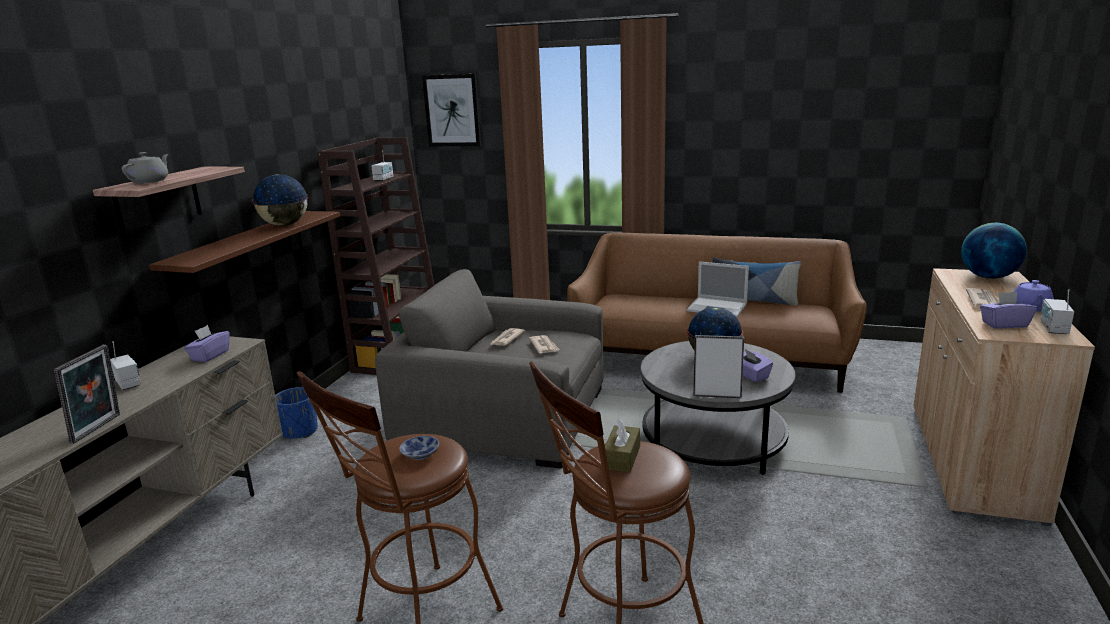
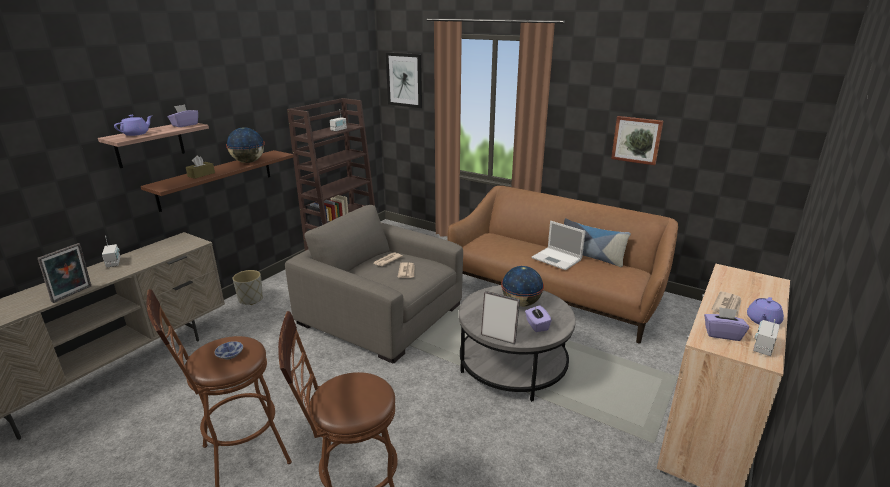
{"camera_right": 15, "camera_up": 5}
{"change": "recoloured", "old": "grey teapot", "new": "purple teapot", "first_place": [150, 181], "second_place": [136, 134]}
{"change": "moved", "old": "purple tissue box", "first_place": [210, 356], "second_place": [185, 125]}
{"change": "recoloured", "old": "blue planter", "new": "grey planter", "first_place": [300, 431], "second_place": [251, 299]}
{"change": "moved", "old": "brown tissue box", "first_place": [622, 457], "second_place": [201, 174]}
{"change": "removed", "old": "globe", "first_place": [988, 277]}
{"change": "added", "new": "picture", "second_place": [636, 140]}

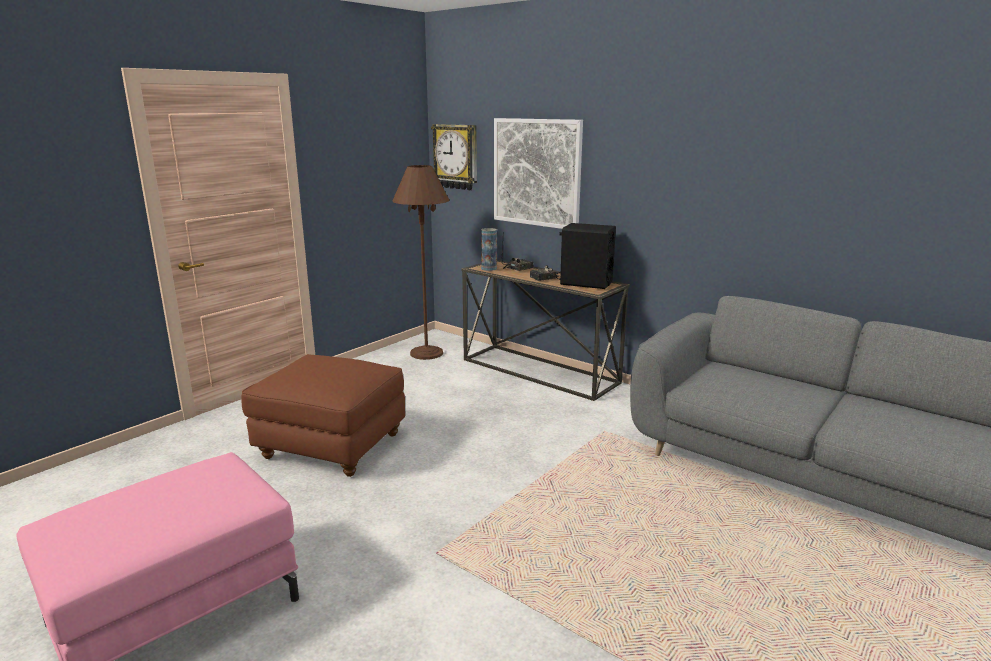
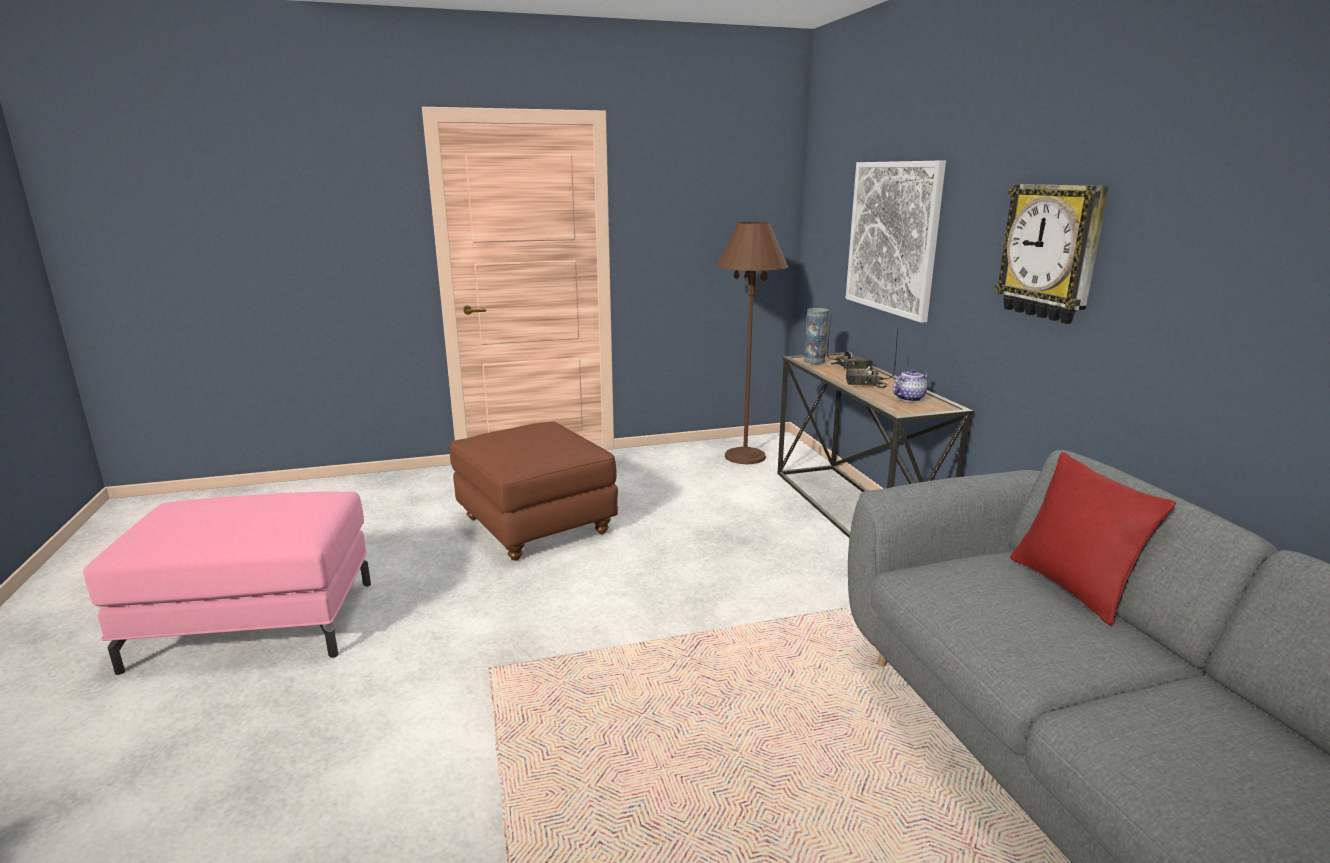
{"camera_right": 35, "camera_up": 0}
{"change": "moved", "old": "wall clock", "first_place": [456, 156], "second_place": [1051, 252]}
{"change": "replaced", "old": "black speaker", "new": "teapot", "first_place": [586, 283], "second_place": [909, 398]}
{"change": "added", "new": "red pillow", "second_place": [1071, 587]}

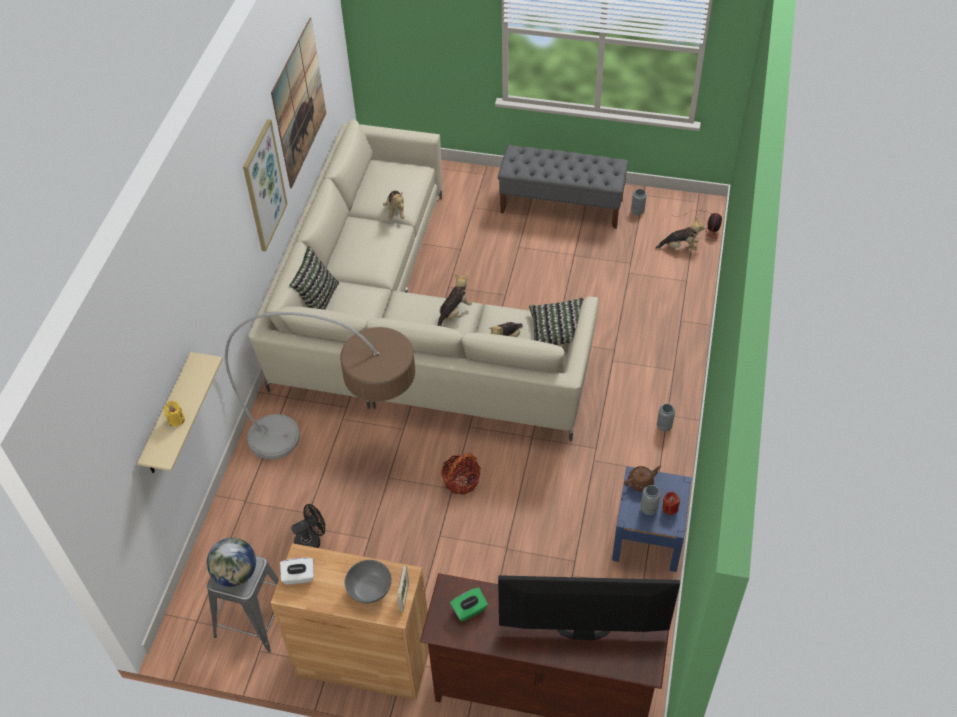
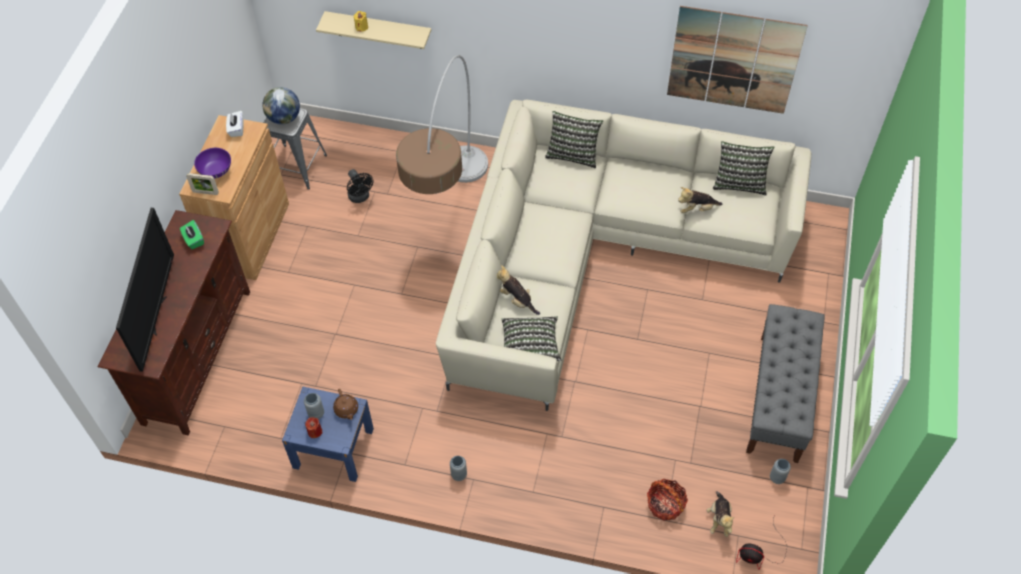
{"camera_right": 90, "camera_up": 5}
{"change": "removed", "old": "picture", "first_place": [263, 186]}
{"change": "recoloured", "old": "grey bowl", "new": "purple bowl", "first_place": [369, 590], "second_place": [216, 171]}
{"change": "removed", "old": "plush toy", "first_place": [454, 313]}
{"change": "moved", "old": "basket", "first_place": [461, 480], "second_place": [665, 504]}
{"change": "added", "new": "pillow", "second_place": [739, 182]}

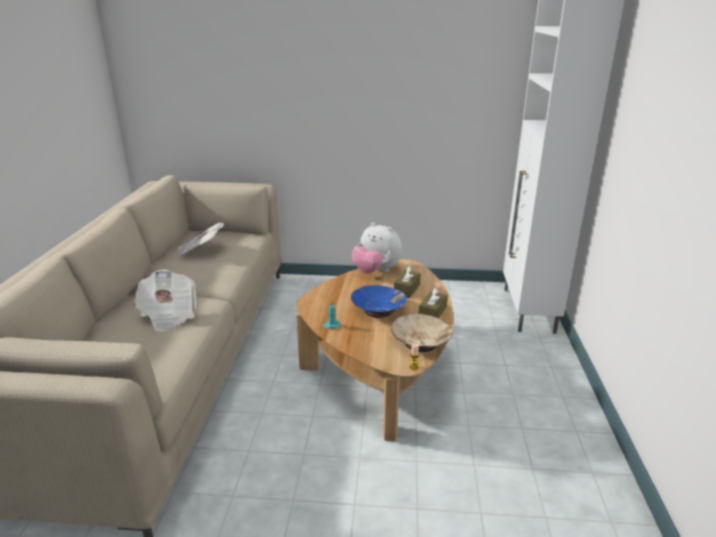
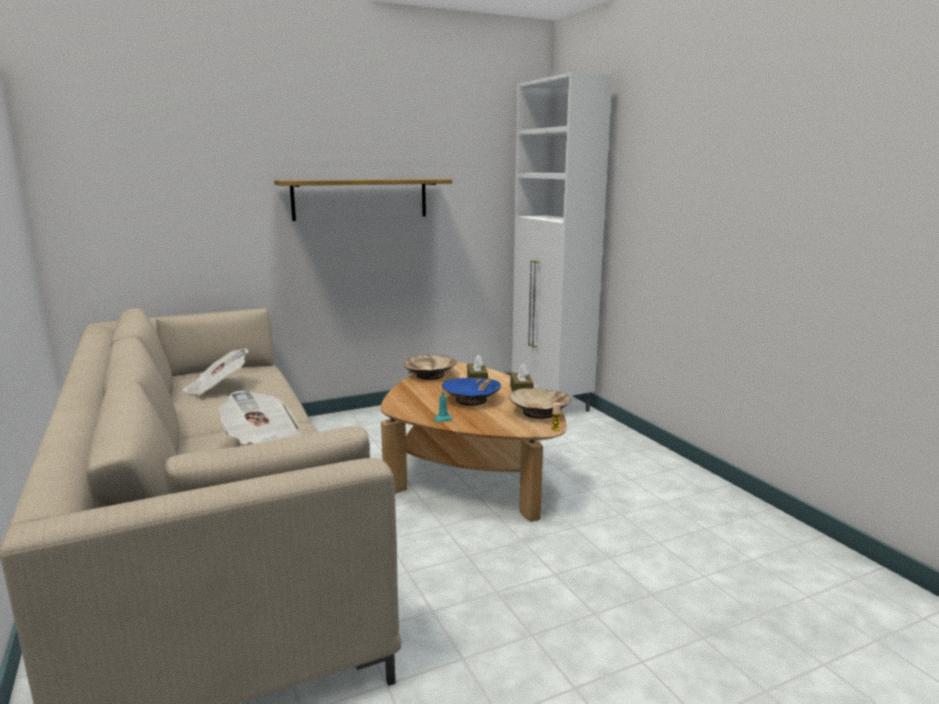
{"camera_right": -30, "camera_up": -10}
{"change": "replaced", "old": "plush toy", "new": "beige bowl", "first_place": [376, 271], "second_place": [430, 375]}
{"change": "added", "new": "shelf", "second_place": [360, 199]}

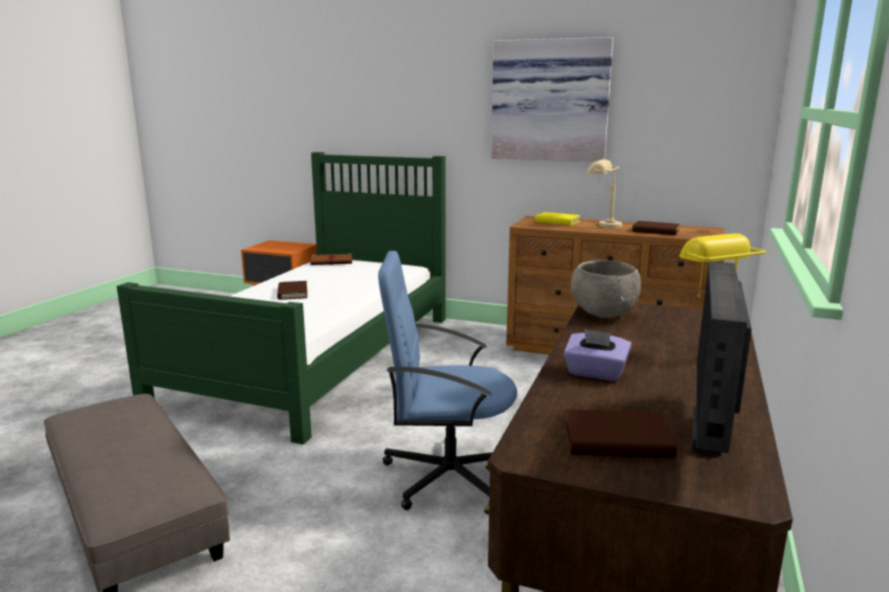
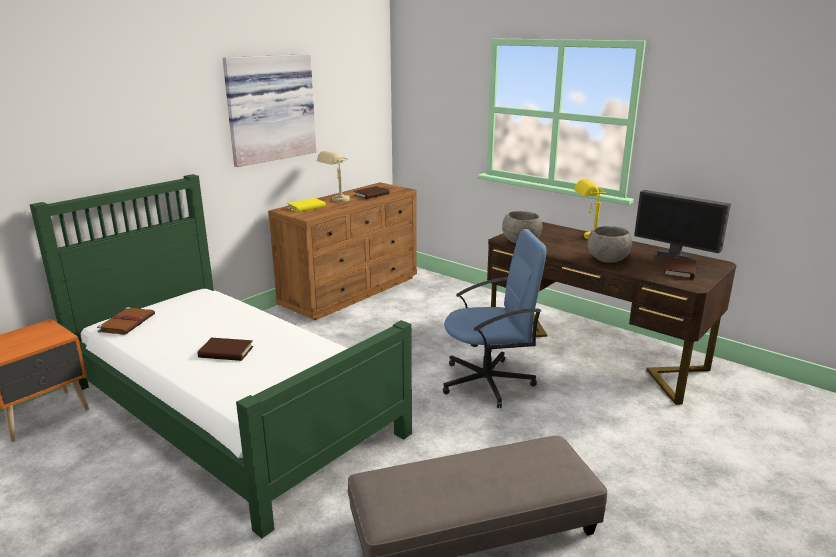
{"camera_right": -70, "camera_up": 5}
{"change": "turned", "old": "blue office chair", "first_place": [447, 475], "second_place": [488, 382], "degrees": -120}
{"change": "replaced", "old": "purple tissue box", "new": "grey bowl", "first_place": [595, 373], "second_place": [607, 260]}

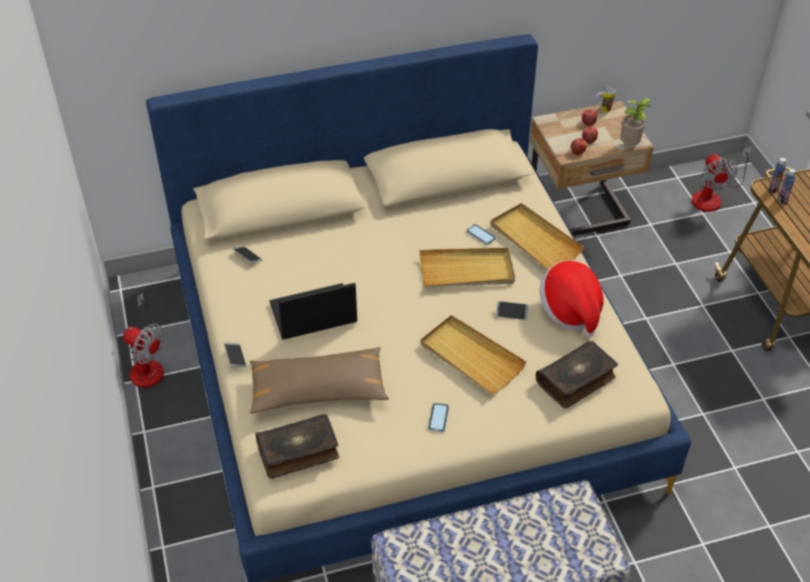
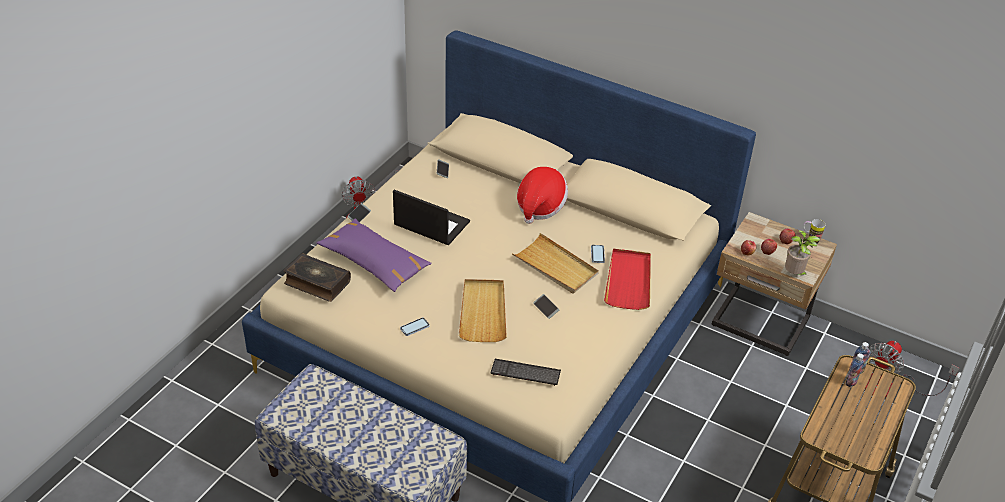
{"camera_right": 45, "camera_up": -5}
{"change": "recoloured", "old": "brown pillow", "new": "purple pillow", "first_place": [318, 389], "second_place": [374, 262]}
{"change": "recoloured", "old": "beige tray", "new": "red tray", "first_place": [534, 240], "second_place": [628, 281]}
{"change": "replaced", "old": "book", "new": "keyboard", "first_place": [576, 380], "second_place": [525, 373]}
{"change": "moved", "old": "hat", "first_place": [570, 310], "second_place": [540, 206]}

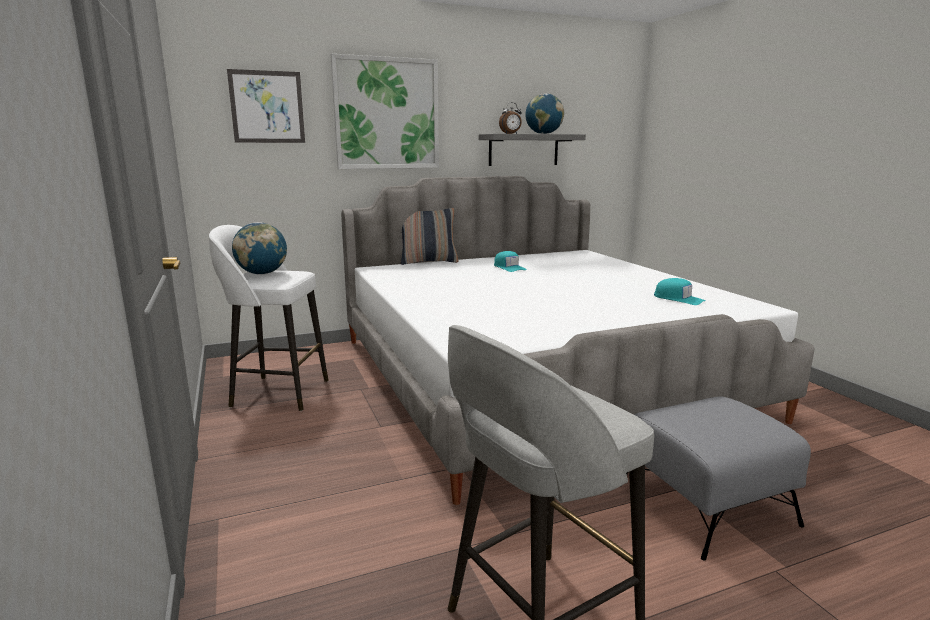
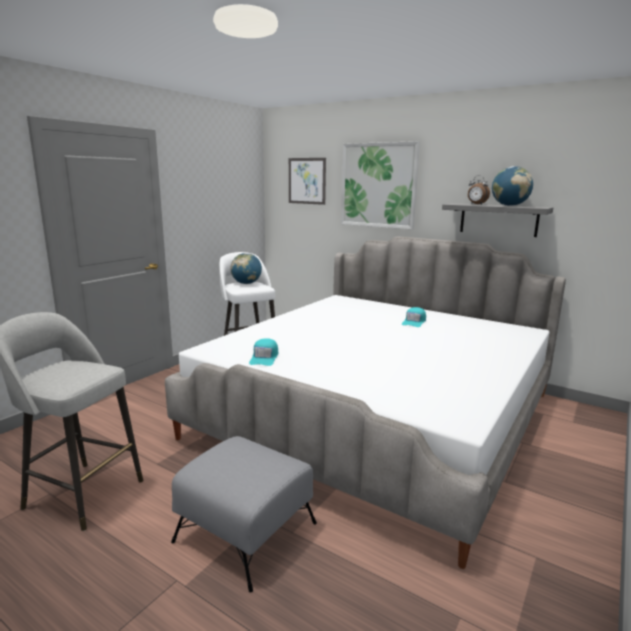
{"camera_right": 55, "camera_up": 0}
{"change": "removed", "old": "pillow", "first_place": [428, 262]}
{"change": "moved", "old": "turquoise cap", "first_place": [678, 299], "second_place": [264, 358]}

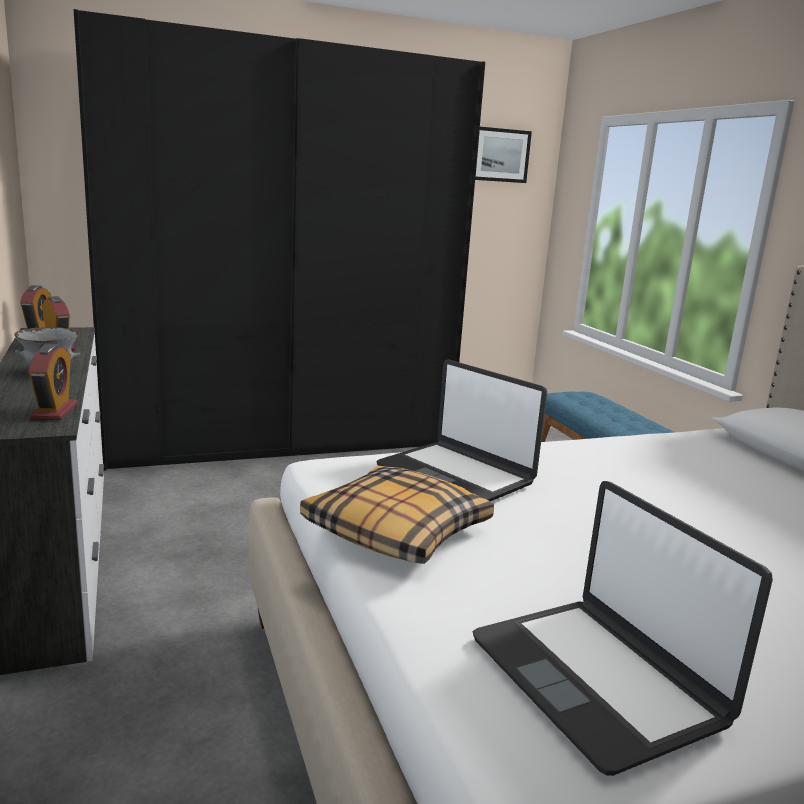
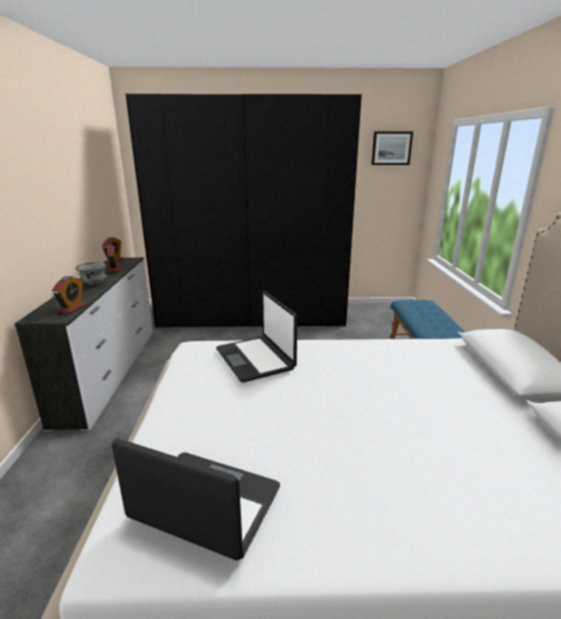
{"camera_right": 20, "camera_up": 5}
{"change": "removed", "old": "pillow", "first_place": [395, 531]}
{"change": "turned", "old": "laptop", "first_place": [597, 679], "second_place": [205, 505], "degrees": 120}

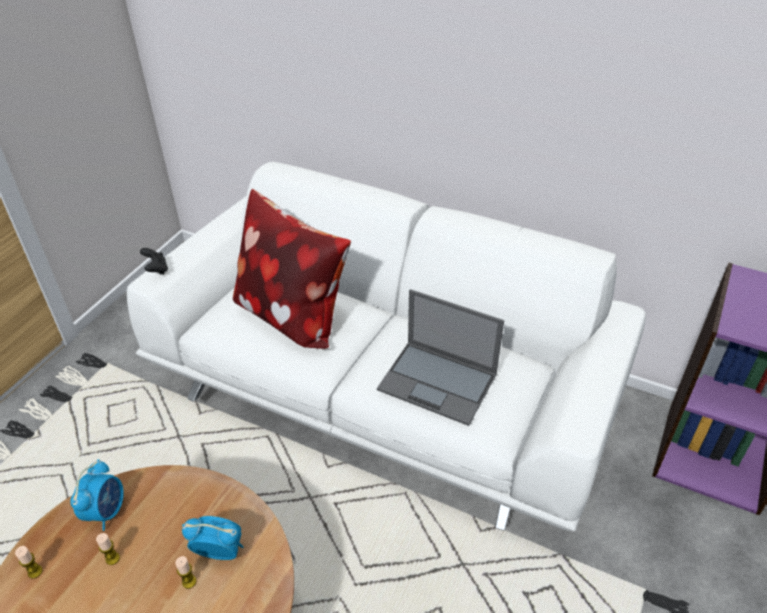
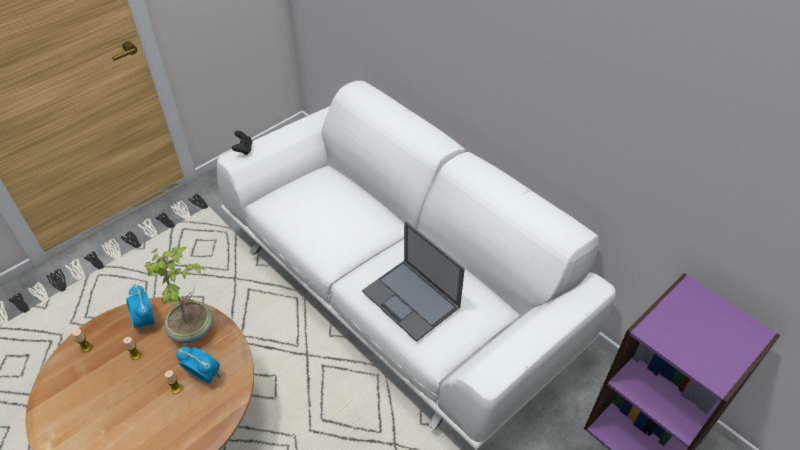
{"camera_right": 20, "camera_up": 5}
{"change": "turned", "old": "alarm clock", "first_place": [106, 511], "second_place": [145, 321], "degrees": 120}
{"change": "removed", "old": "pillow", "first_place": [292, 314]}
{"change": "added", "new": "potted plant", "second_place": [193, 329]}

